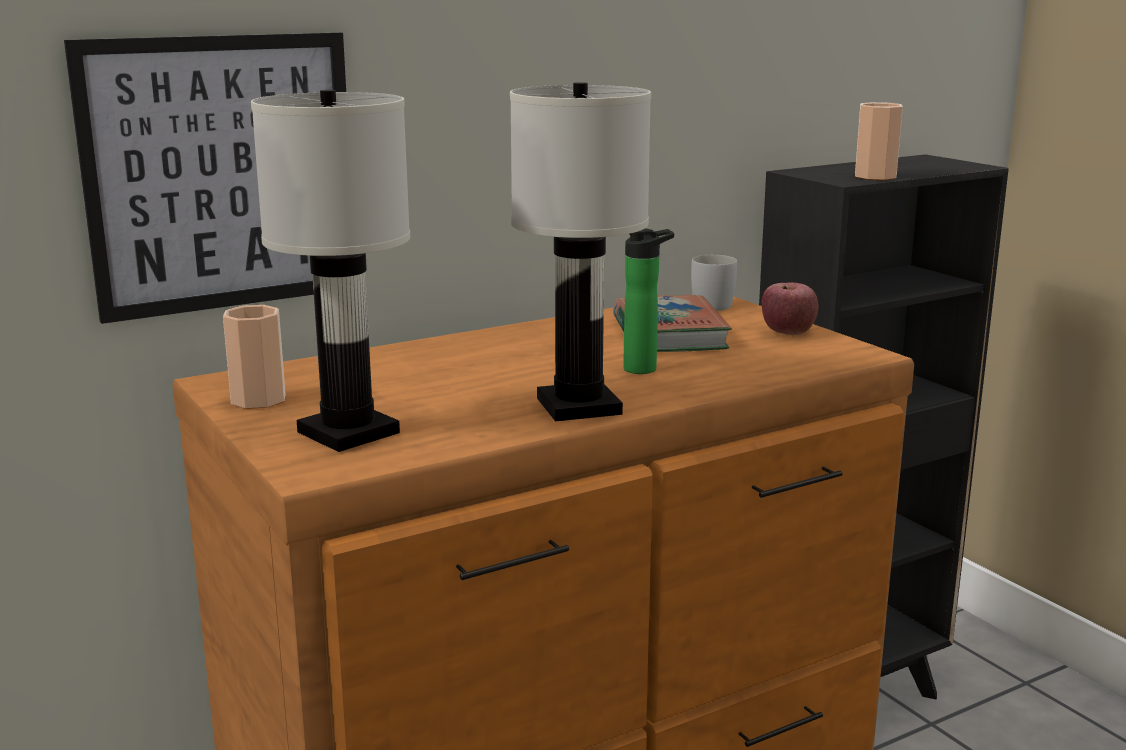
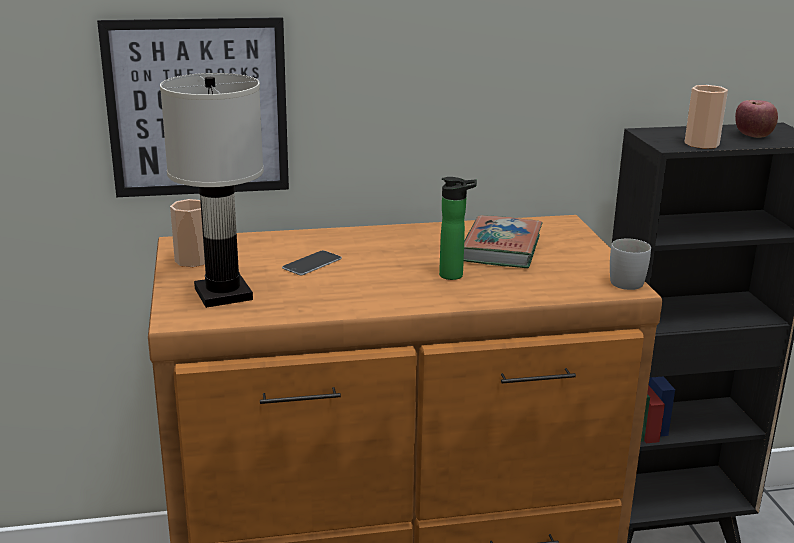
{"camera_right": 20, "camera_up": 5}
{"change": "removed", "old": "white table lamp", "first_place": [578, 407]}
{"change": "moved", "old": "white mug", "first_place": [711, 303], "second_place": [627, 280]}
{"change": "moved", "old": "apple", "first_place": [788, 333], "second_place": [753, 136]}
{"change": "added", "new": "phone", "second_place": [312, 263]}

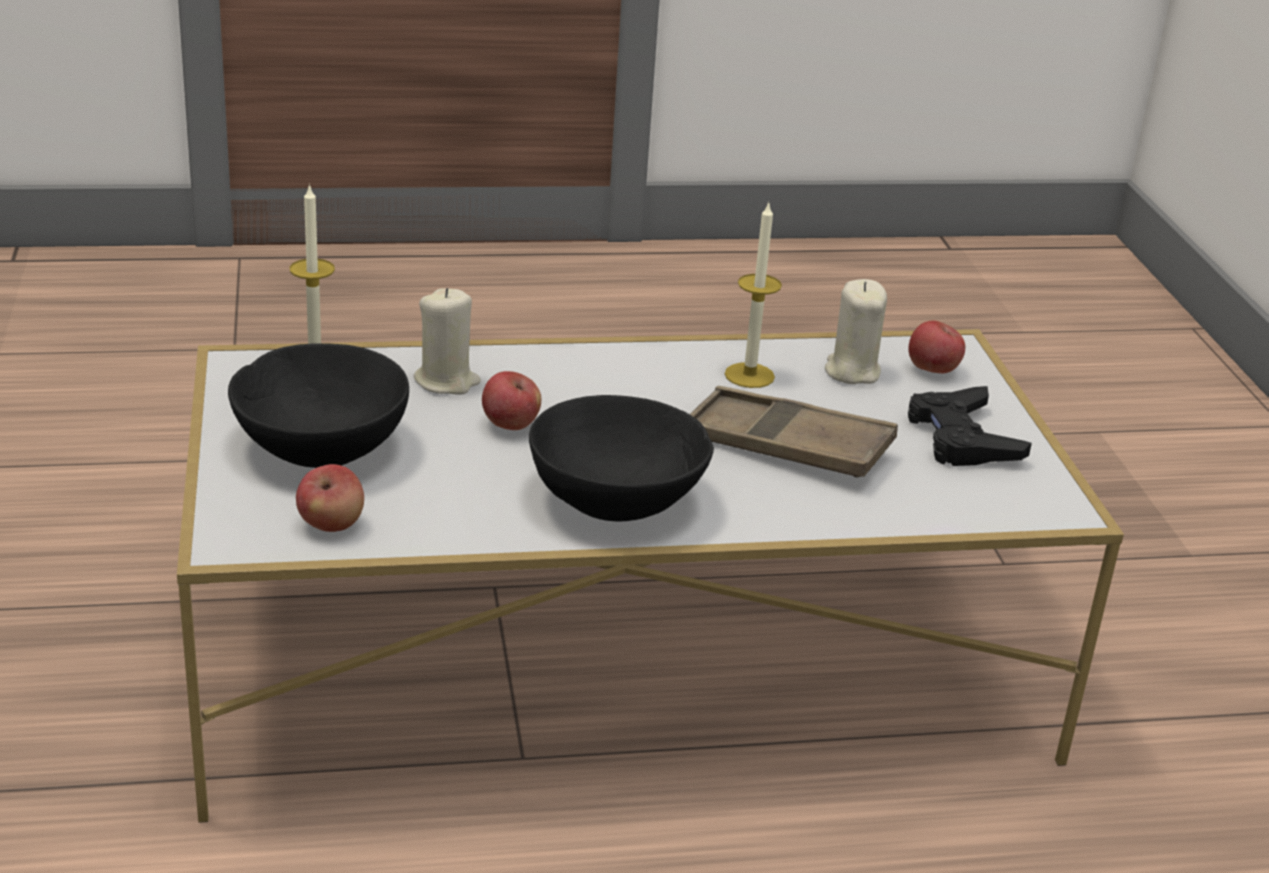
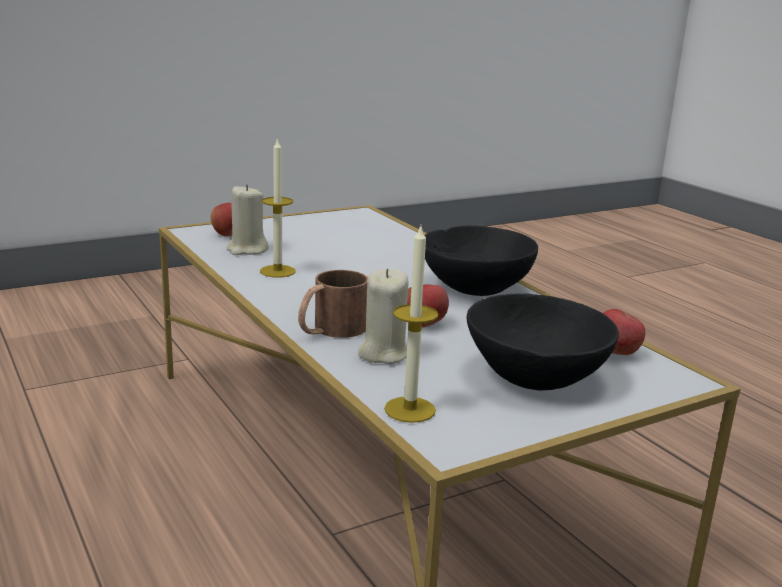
{"camera_right": -110, "camera_up": -10}
{"change": "removed", "old": "brown tray", "first_place": [786, 445]}
{"change": "removed", "old": "black game controller", "first_place": [962, 438]}
{"change": "added", "new": "brown mug", "second_place": [330, 330]}

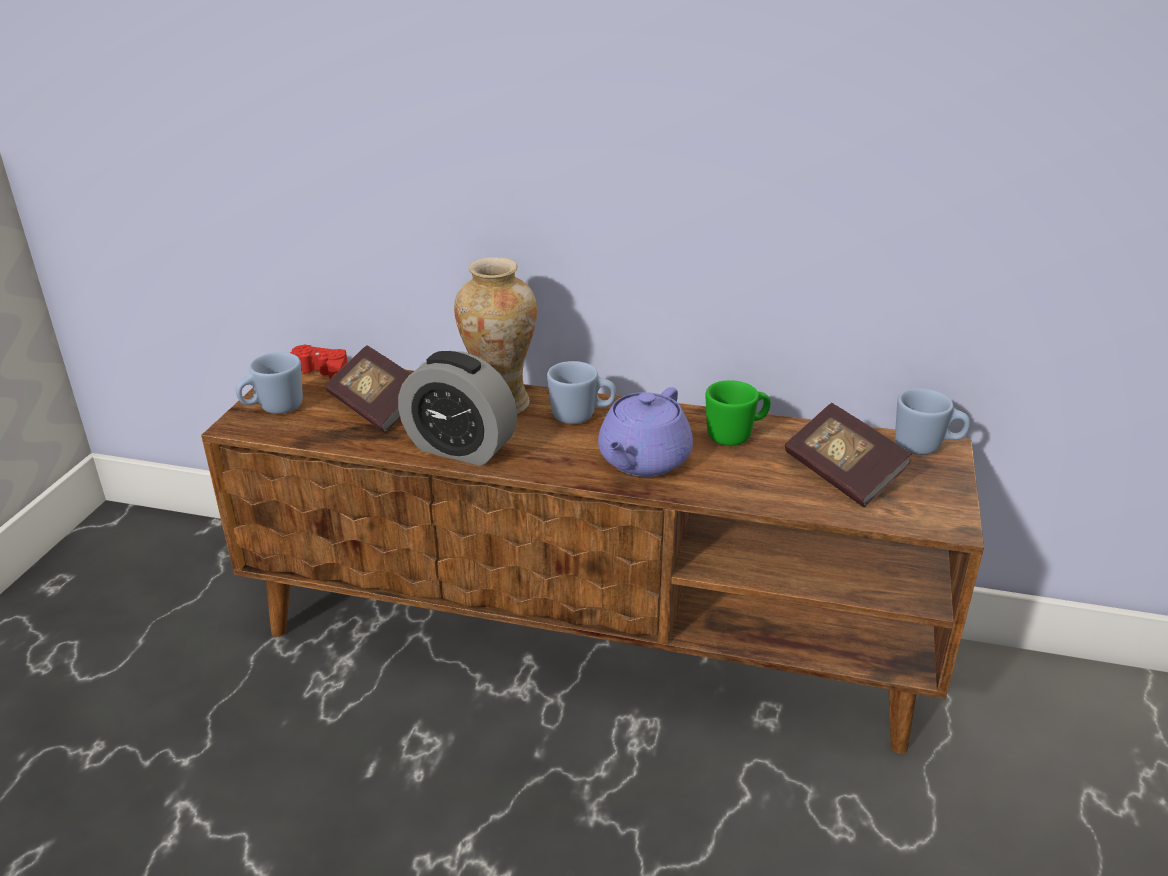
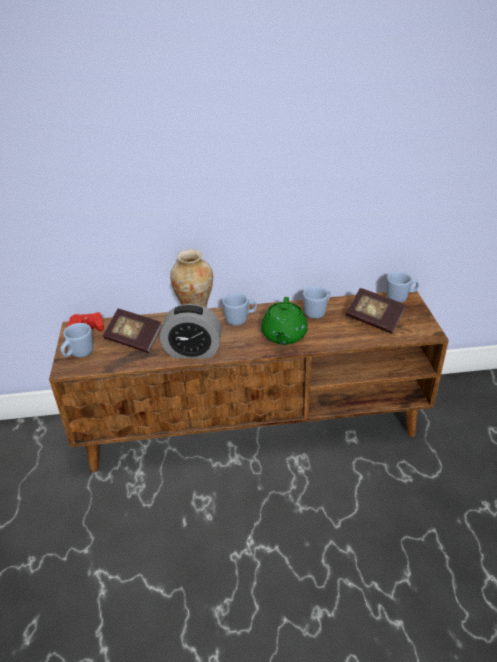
{"camera_right": -20, "camera_up": 5}
{"change": "recoloured", "old": "purple teapot", "new": "green teapot", "first_place": [643, 461], "second_place": [284, 336]}
{"change": "recoloured", "old": "green mug", "new": "blue mug", "first_place": [736, 435], "second_place": [317, 312]}

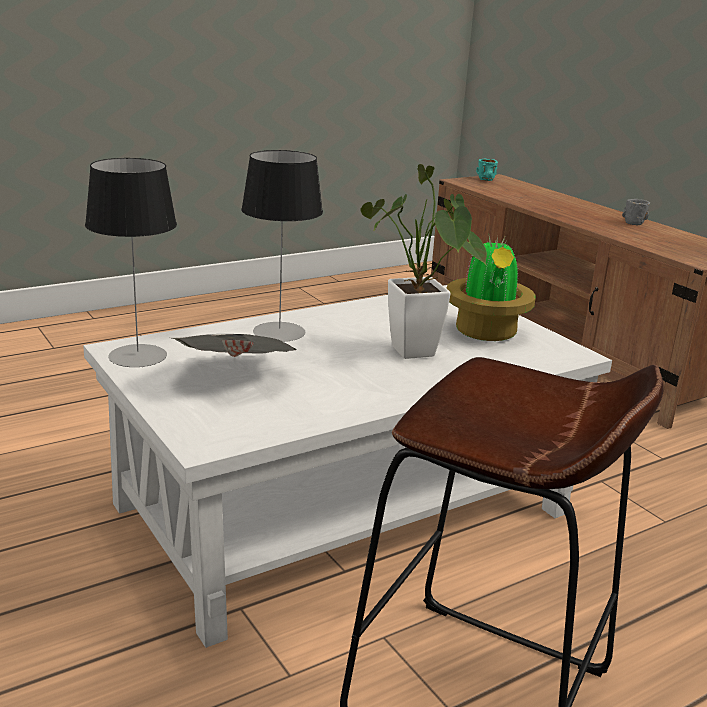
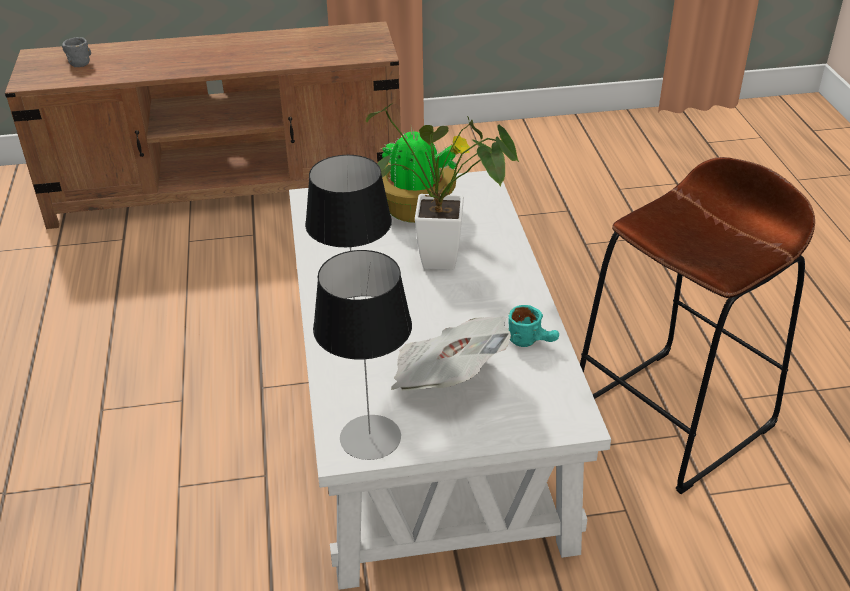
{"camera_right": -65, "camera_up": 15}
{"change": "moved", "old": "turquoise mug", "first_place": [488, 180], "second_place": [533, 341]}
{"change": "moved", "old": "grey mug", "first_place": [633, 221], "second_place": [75, 62]}

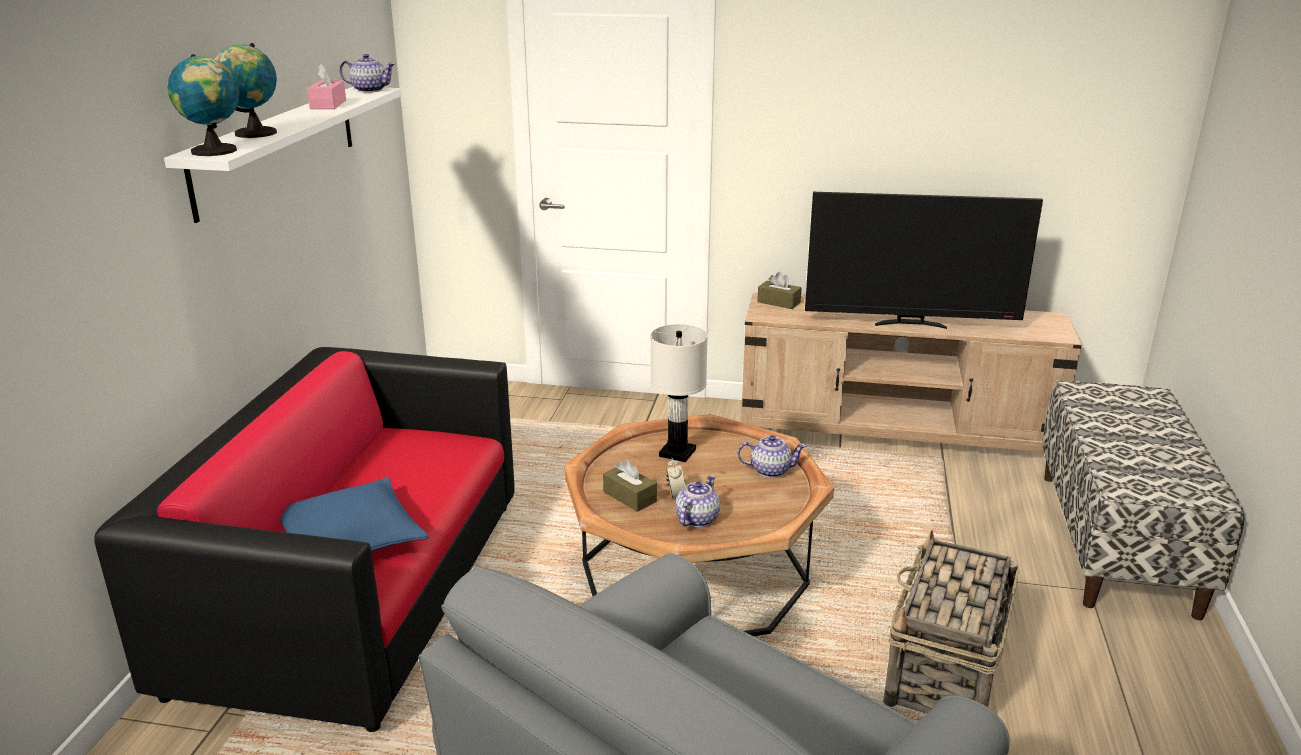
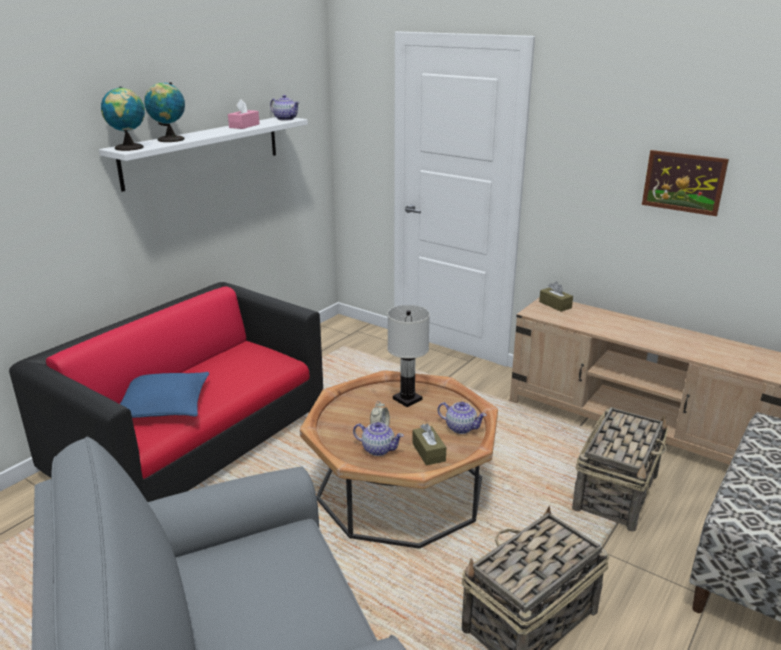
{"camera_right": 25, "camera_up": 0}
{"change": "moved", "old": "brown tissue box", "first_place": [629, 497], "second_place": [428, 452]}
{"change": "turned", "old": "teapot", "first_place": [696, 519], "second_place": [378, 449], "degrees": 60}
{"change": "removed", "old": "television", "first_place": [910, 324]}
{"change": "added", "new": "basket", "second_place": [616, 492]}
{"change": "added", "new": "picture", "second_place": [683, 182]}

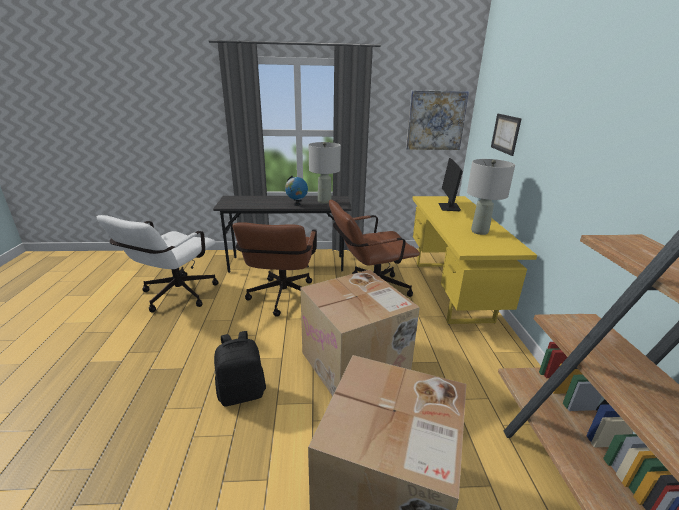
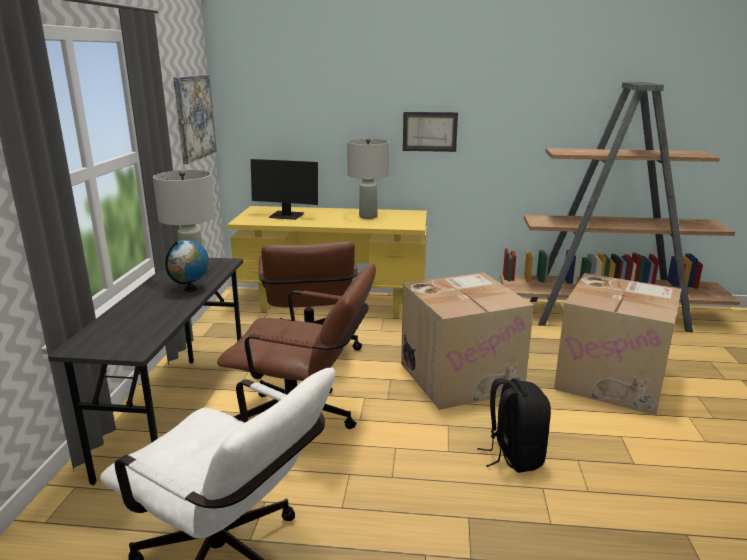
{"camera_right": -80, "camera_up": -5}
{"change": "moved", "old": "picture", "first_place": [505, 133], "second_place": [429, 131]}

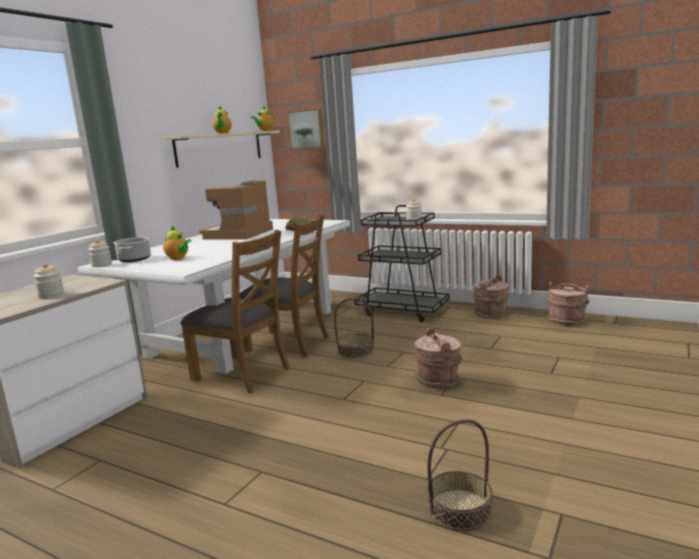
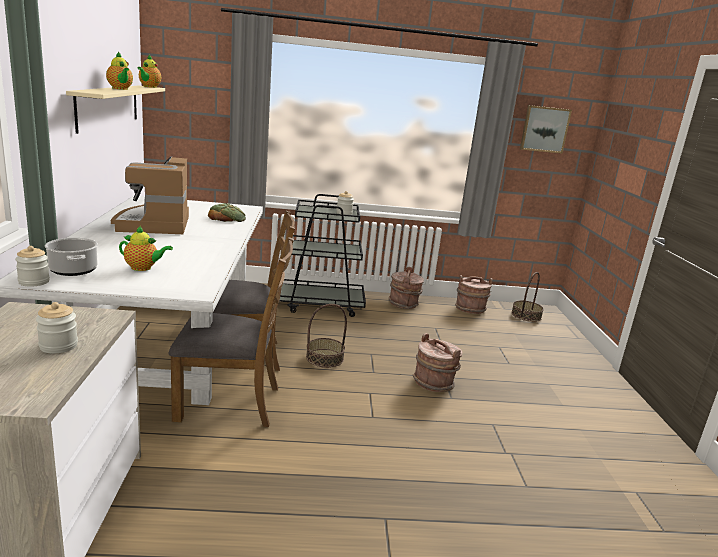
{"camera_right": -35, "camera_up": 5}
{"change": "moved", "old": "picture", "first_place": [307, 129], "second_place": [544, 129]}
{"change": "moved", "old": "basket", "first_place": [459, 509], "second_place": [526, 315]}

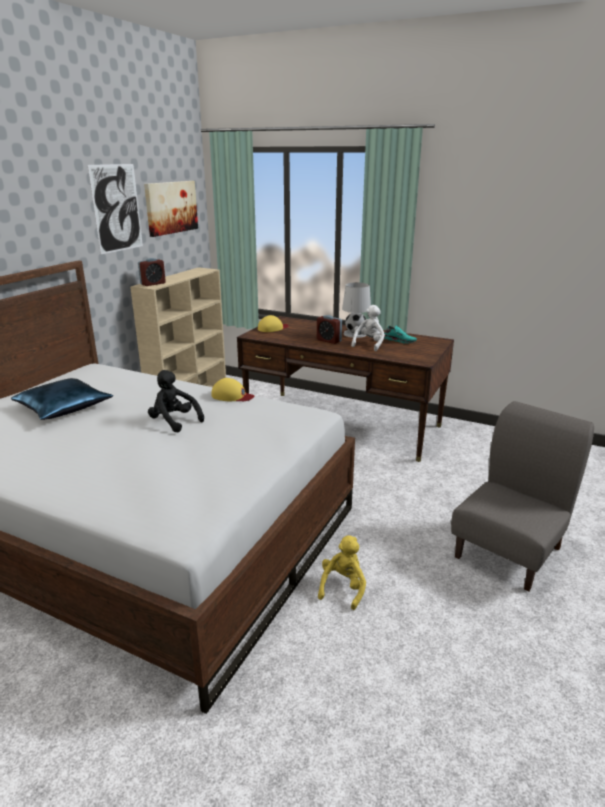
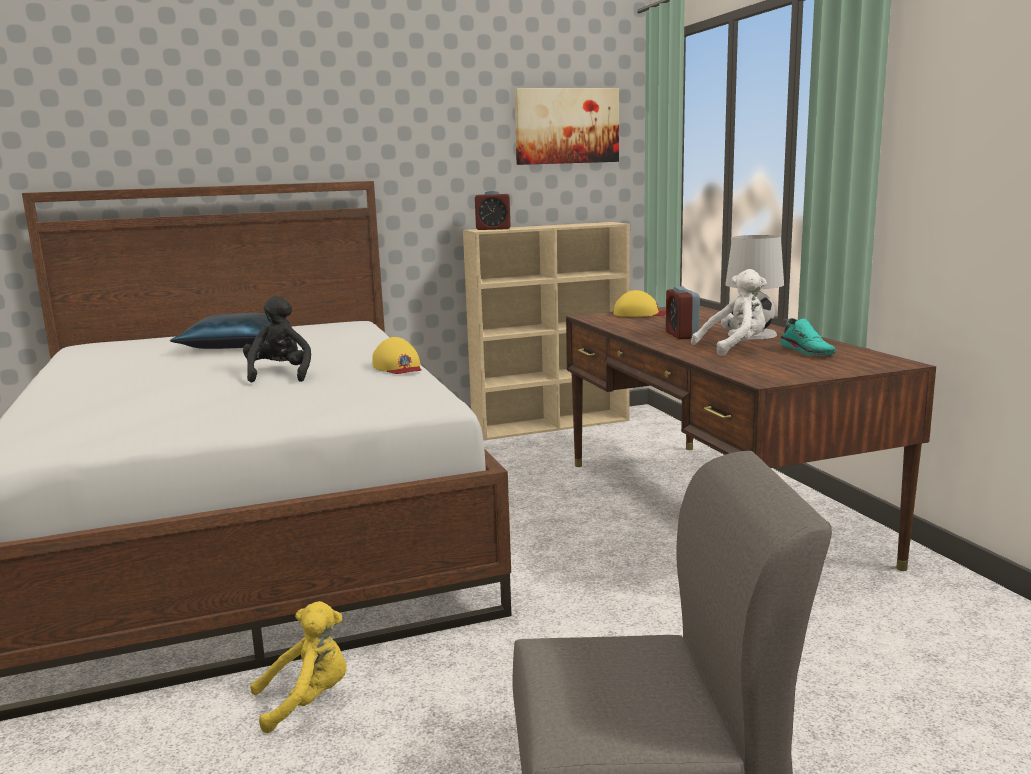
{"camera_right": 45, "camera_up": -10}
{"change": "removed", "old": "picture", "first_place": [117, 208]}

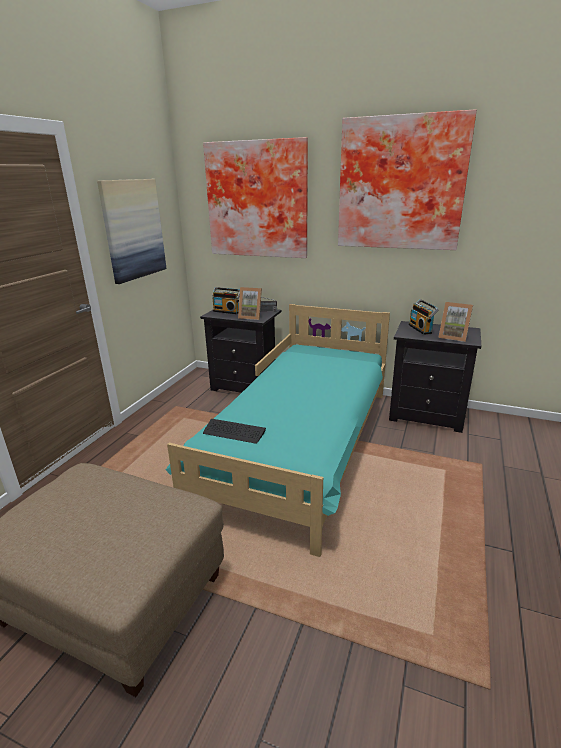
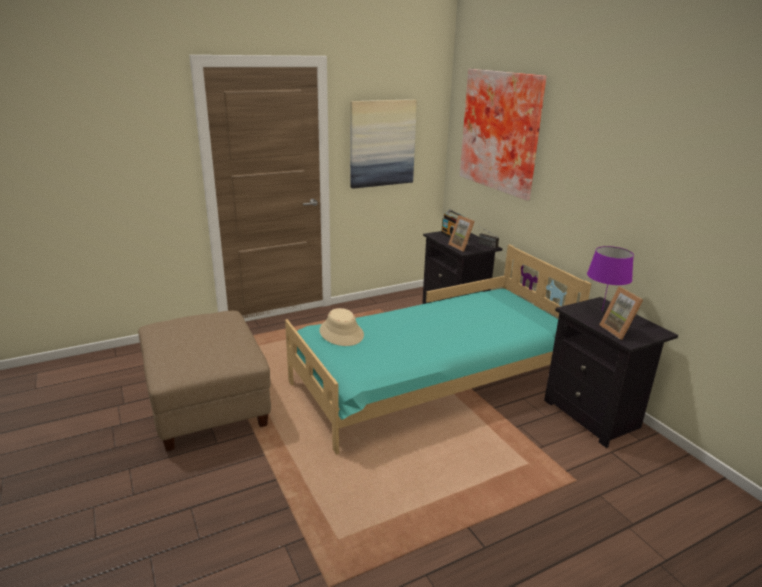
{"camera_right": 40, "camera_up": 0}
{"change": "replaced", "old": "keyboard", "new": "beige hat", "first_place": [234, 432], "second_place": [341, 333]}
{"change": "removed", "old": "picture", "first_place": [401, 184]}
{"change": "replaced", "old": "radio", "new": "purple table lamp", "first_place": [421, 329], "second_place": [602, 311]}

